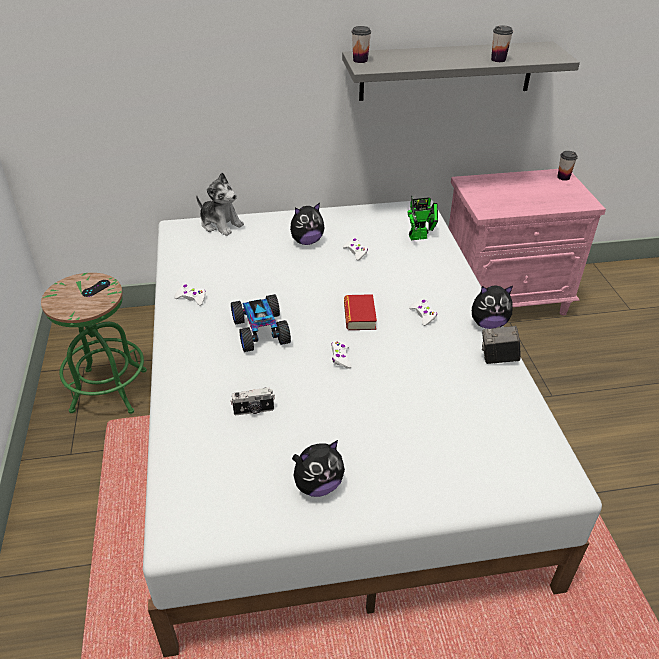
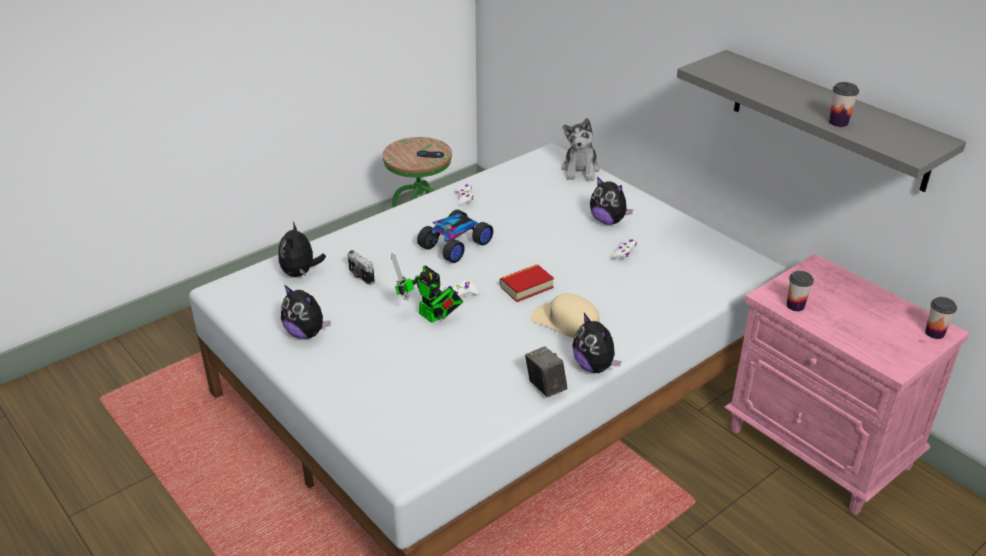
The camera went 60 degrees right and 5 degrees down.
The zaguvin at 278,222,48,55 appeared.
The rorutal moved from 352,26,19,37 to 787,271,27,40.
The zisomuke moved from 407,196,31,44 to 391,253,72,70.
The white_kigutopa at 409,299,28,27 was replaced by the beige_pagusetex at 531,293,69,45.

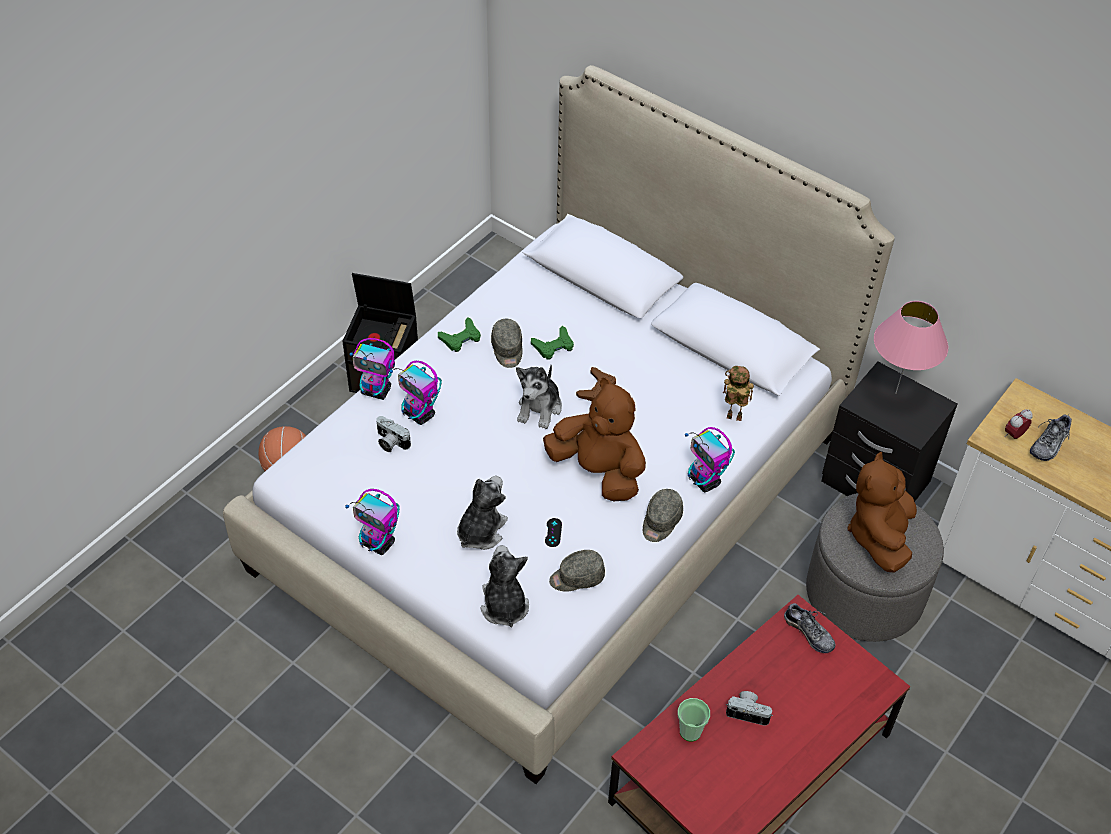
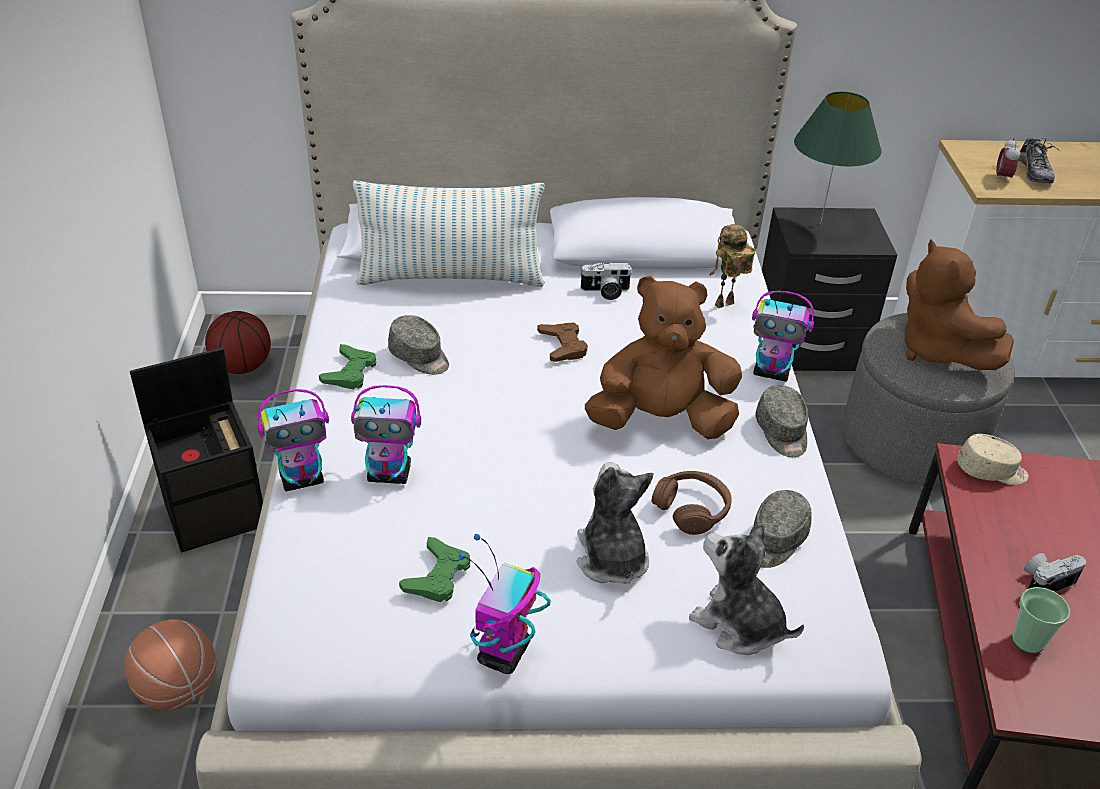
The camera went 40 degrees left and 10 degrees down.
The zaguvin at 516,365,46,64 disappeared.
The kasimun at 205,311,66,63 appeared.
The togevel at 353,181,192,106 appeared.
The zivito moved from 376,416,35,36 to 579,262,53,38.
The green_kigutopa moved from 531,326,43,34 to 399,537,71,65.
The black_kigutopa at 545,518,17,29 was replaced by the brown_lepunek at 651,471,81,64.
The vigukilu at 784,602,51,51 was replaced by the beige_pagusetex at 957,434,72,51.
The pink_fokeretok at 874,301,74,93 became the green_fokeretok at 794,91,87,133.
The zisomuke at 345,489,55,66 turned 120 degrees clockwise.

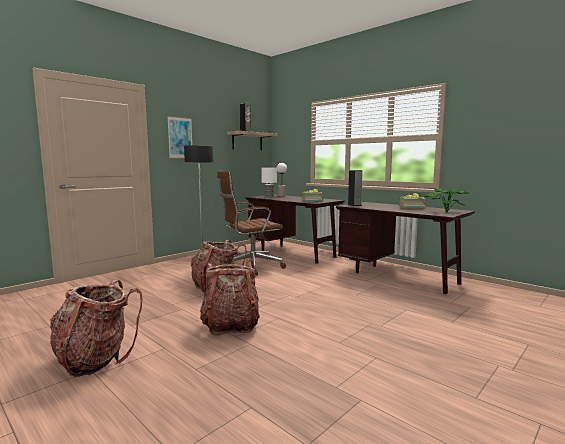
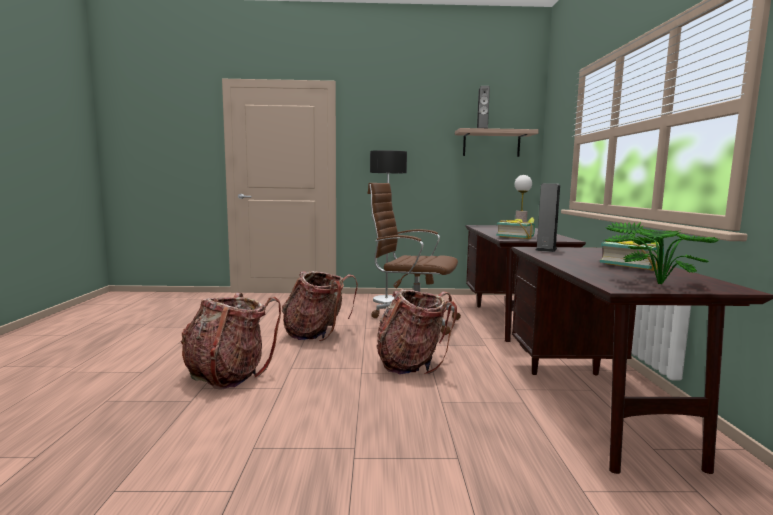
The camera went 45 degrees right and 0 degrees up.
The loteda at 167,116,25,42 disappeared.
The fokeretok at 261,168,16,31 disappeared.
The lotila moved from 50,279,92,98 to 377,289,80,85.

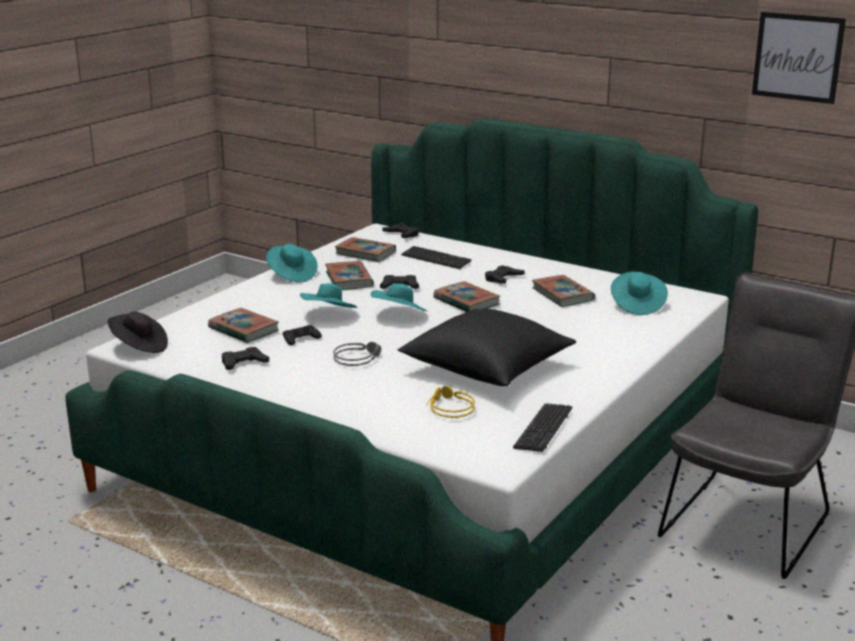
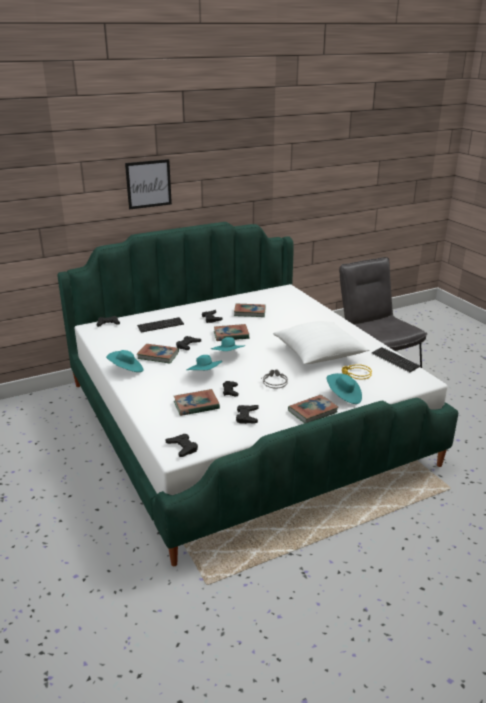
The camera went 60 degrees left and 5 degrees up.
The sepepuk moved from 335,237,61,25 to 288,395,51,28.
The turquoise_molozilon moved from 611,271,57,44 to 327,373,35,31.
The loteda moved from 752,12,94,92 to 125,159,47,51.
The black_molozilon at 108,311,60,42 was replaced by the black_kigutopa at 165,434,33,23.
The black_togevel at 398,309,178,77 became the white_togevel at 273,321,96,43.

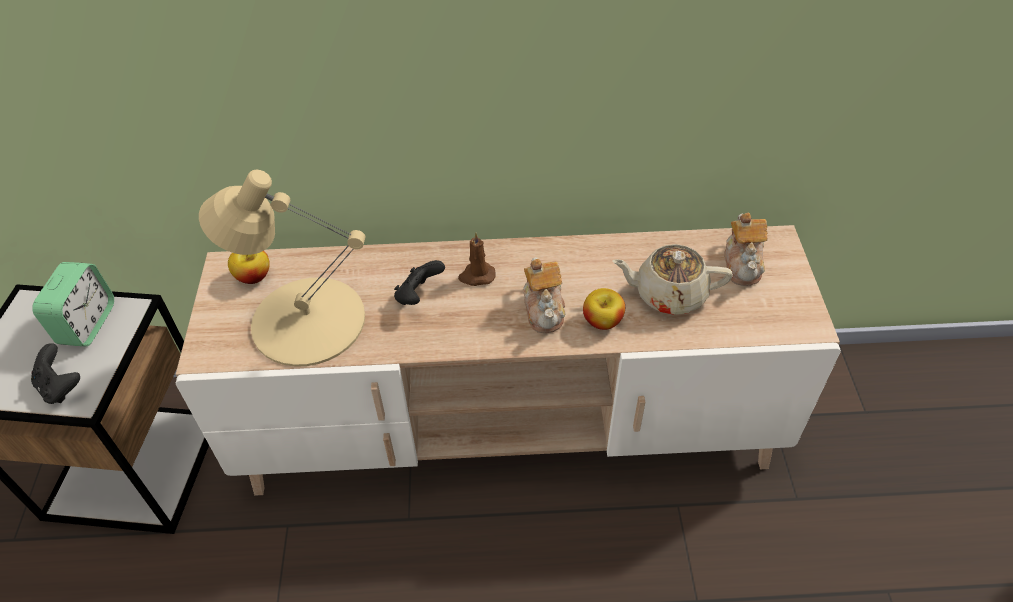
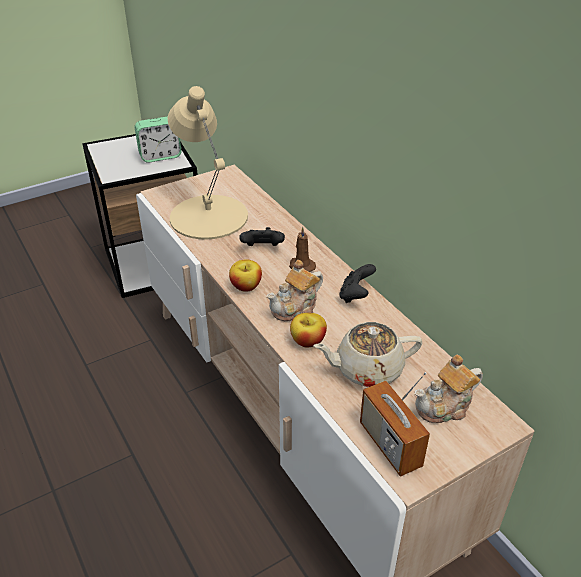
The camera went 60 degrees right and 10 degrees down.
The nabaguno at 360,372,70,104 appeared.
The black_kigutopa moved from 31,343,49,61 to 339,264,37,39.
The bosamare moved from 228,251,42,33 to 229,259,33,33.
The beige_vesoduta at 612,244,121,71 turned 75 degrees counterclockwise.

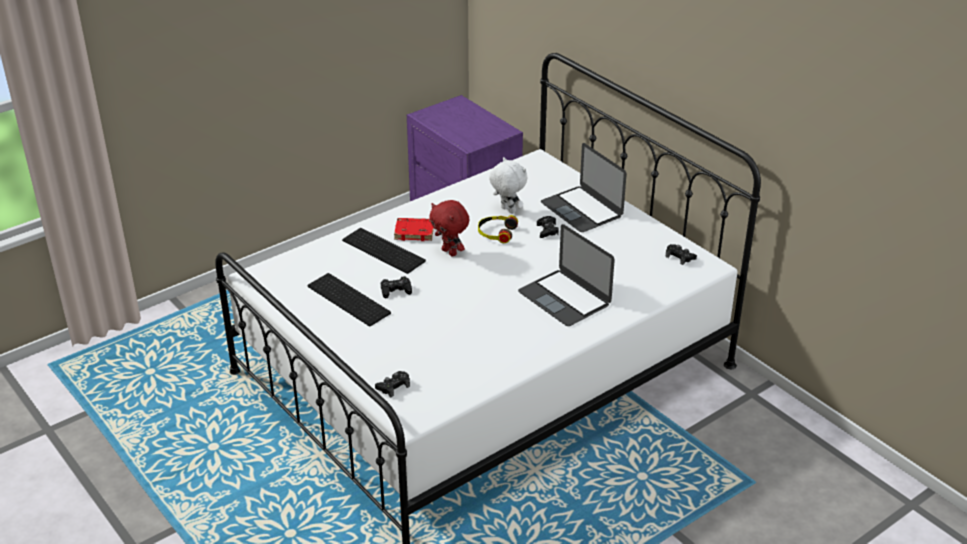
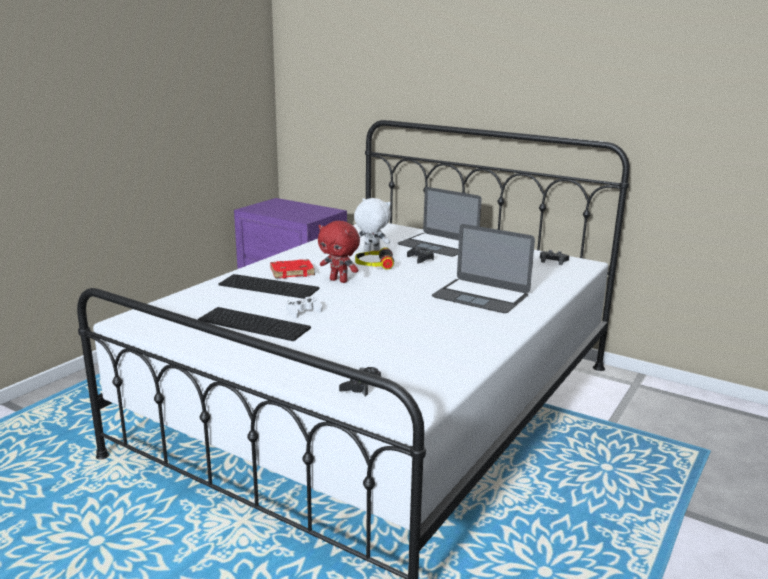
The camera went 20 degrees left and 15 degrees down.
The black_kigutopa at 381,276,31,23 became the white_kigutopa at 286,296,36,22.

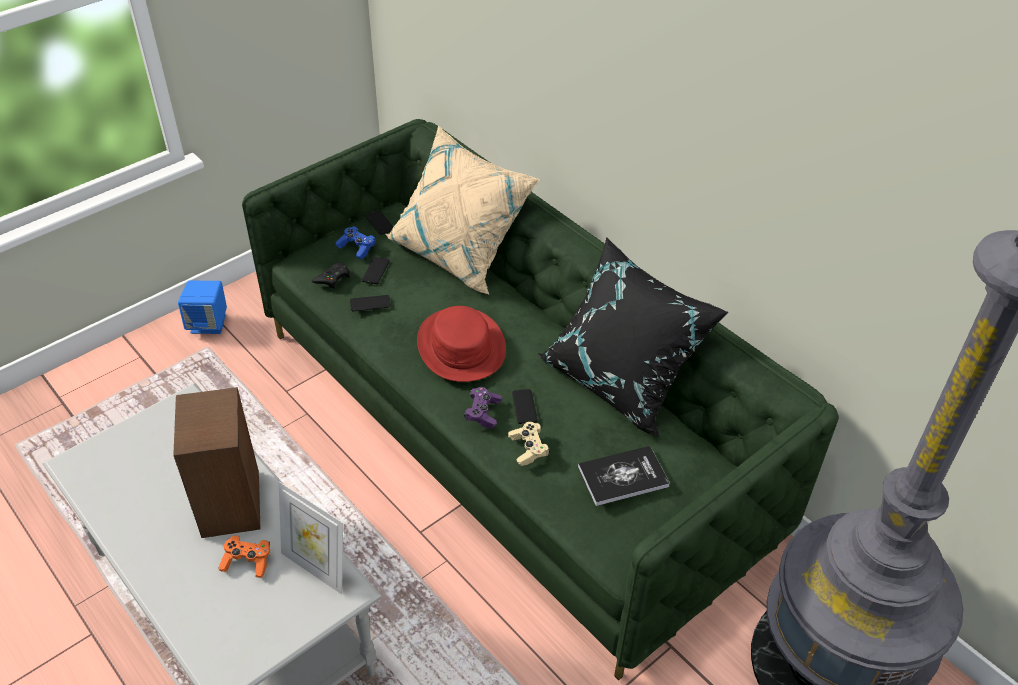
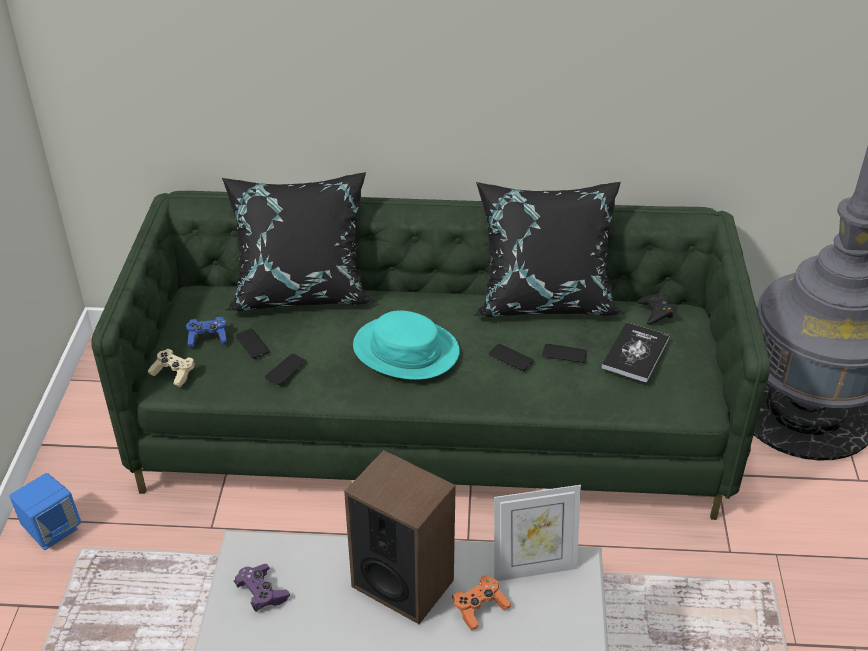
The camera went 45 degrees left and 5 degrees down.
The black_kigutopa moved from 312,262,38,27 to 637,293,37,31.
The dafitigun moved from 365,210,28,25 to 542,344,45,19.
The purple_kigutopa moved from 464,387,38,41 to 234,564,56,48.
The beige_kigutopa moved from 508,422,42,44 to 148,349,47,38.
The beige_togevel at 386,126,154,169 became the black_togevel at 222,172,153,139.
The red_molozilon at 417,306,89,76 became the turquoise_molozilon at 353,311,107,69.

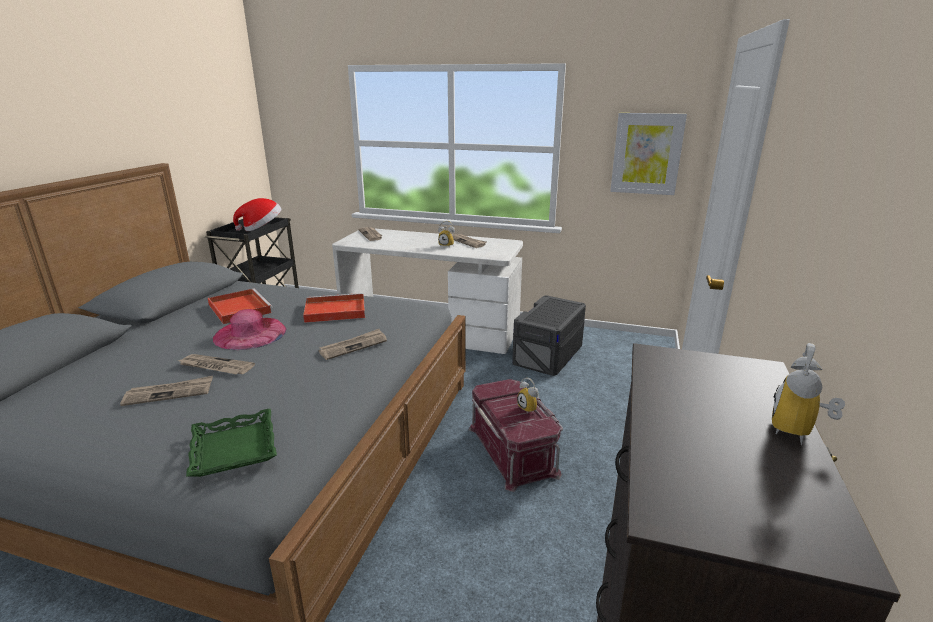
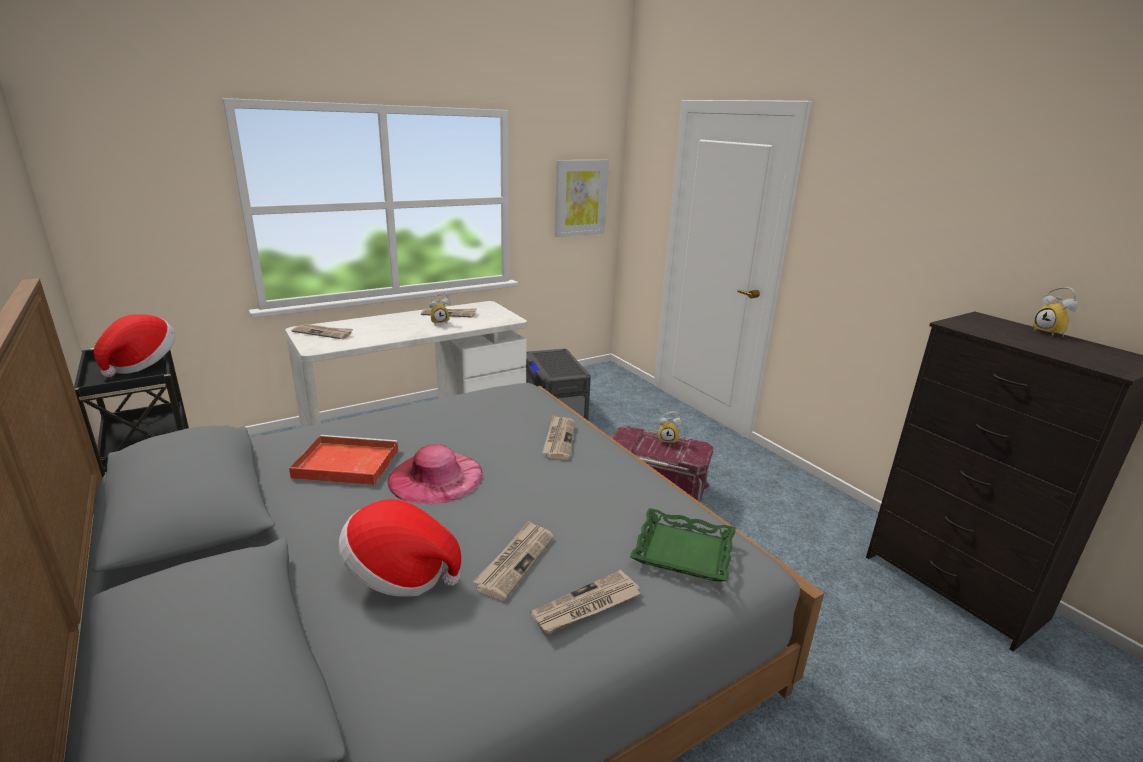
The camera went 50 degrees left and 0 degrees up.
The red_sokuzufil at 303,293,62,30 disappeared.
The molozilon at 339,499,122,98 appeared.
The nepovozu moved from 179,354,76,20 to 530,570,111,64.

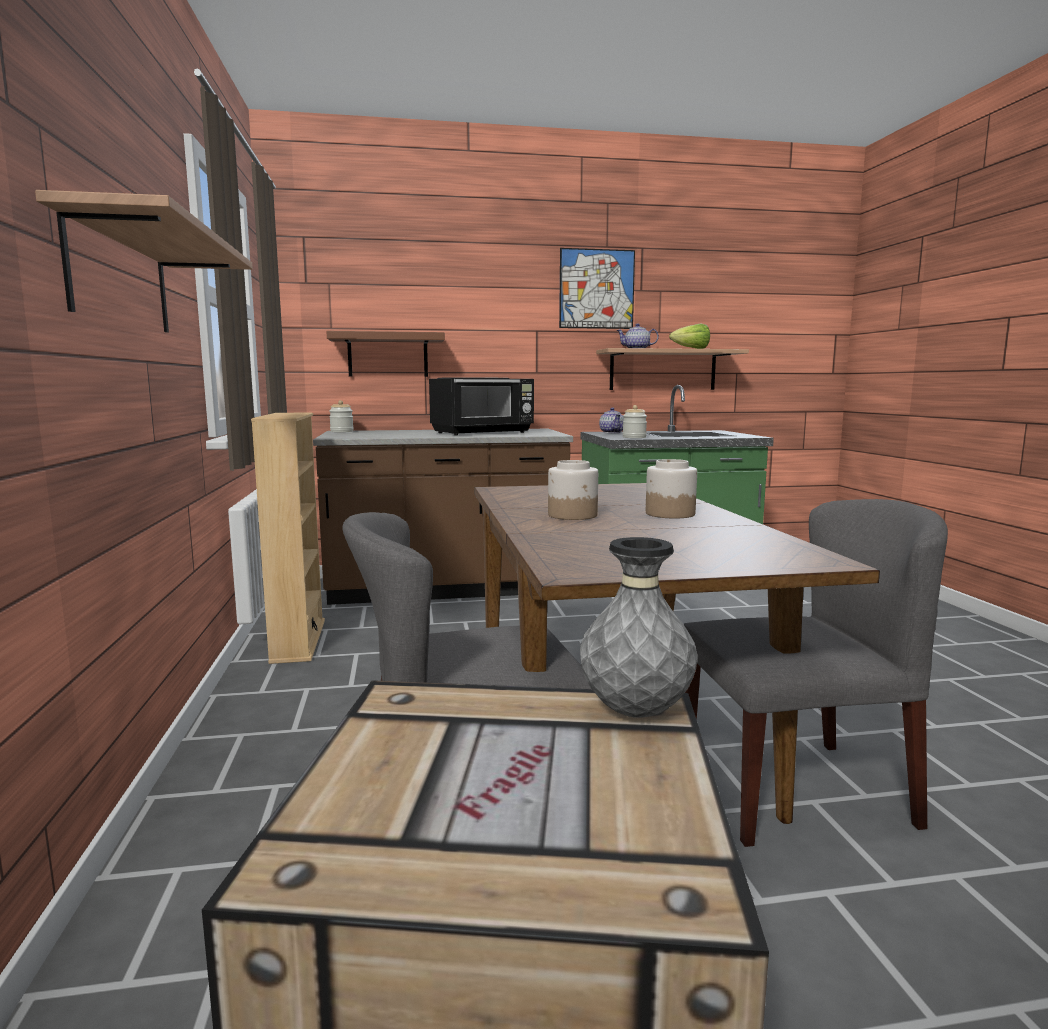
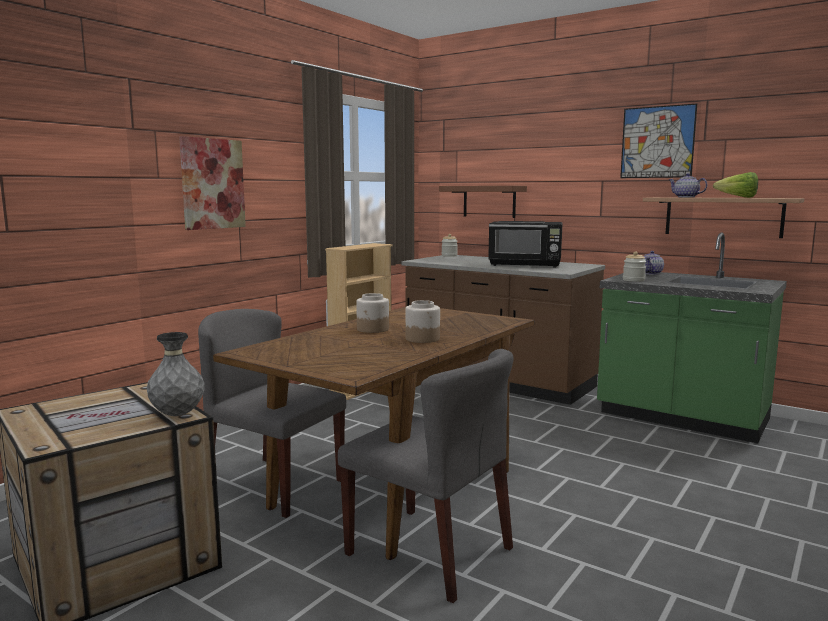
The camera went 45 degrees right and 0 degrees up.
The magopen at 35,190,218,142 was replaced by the loteda at 179,136,67,94.

